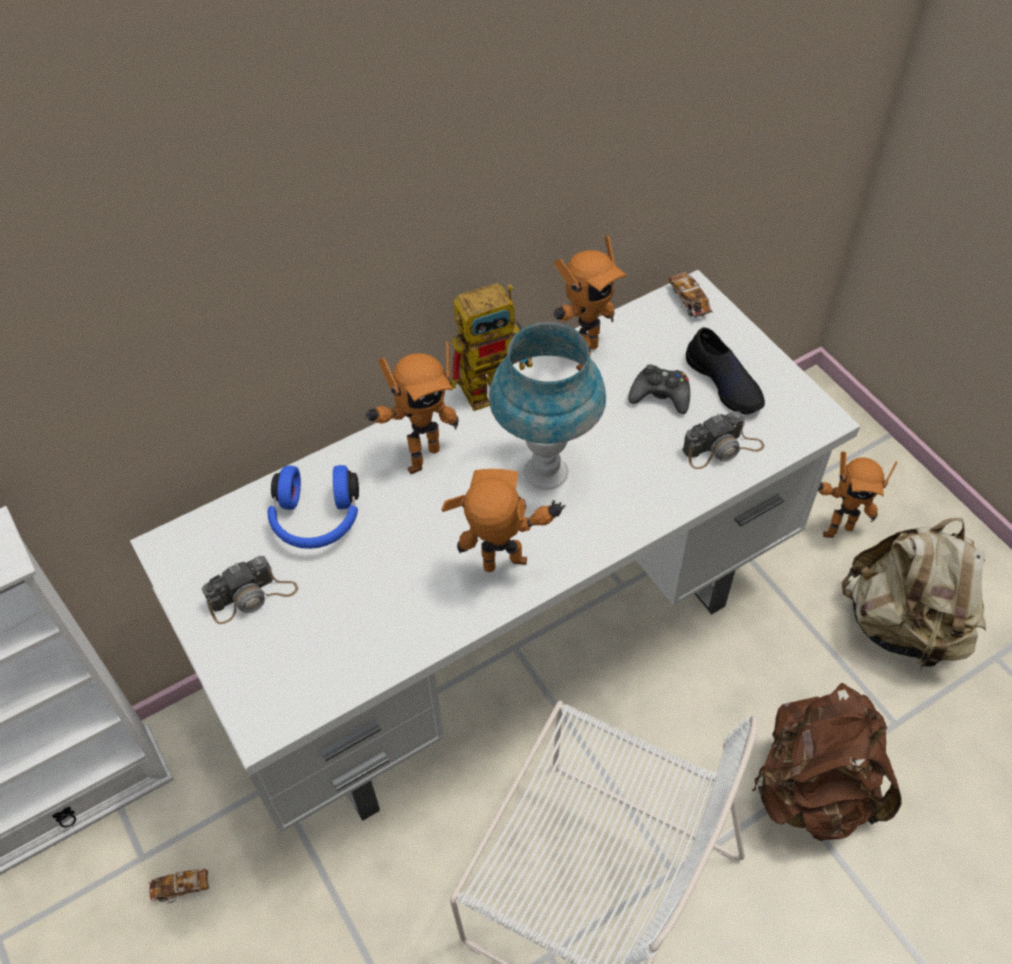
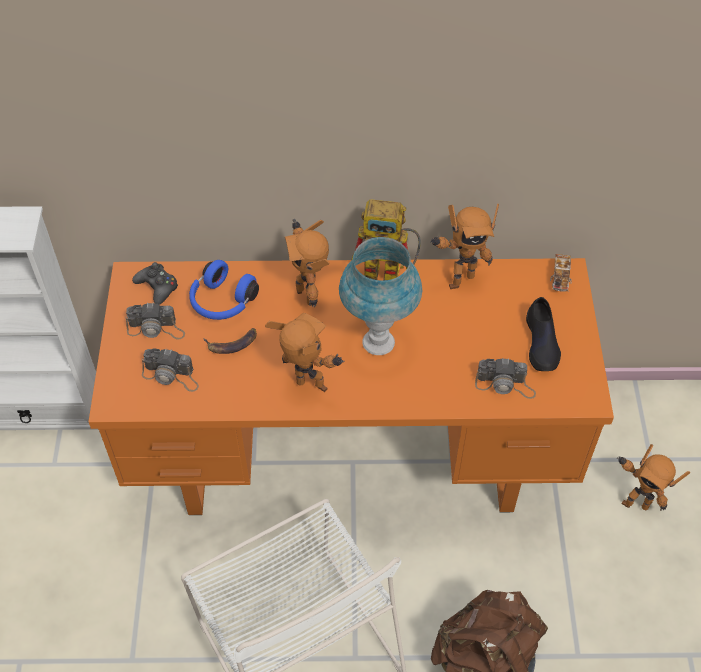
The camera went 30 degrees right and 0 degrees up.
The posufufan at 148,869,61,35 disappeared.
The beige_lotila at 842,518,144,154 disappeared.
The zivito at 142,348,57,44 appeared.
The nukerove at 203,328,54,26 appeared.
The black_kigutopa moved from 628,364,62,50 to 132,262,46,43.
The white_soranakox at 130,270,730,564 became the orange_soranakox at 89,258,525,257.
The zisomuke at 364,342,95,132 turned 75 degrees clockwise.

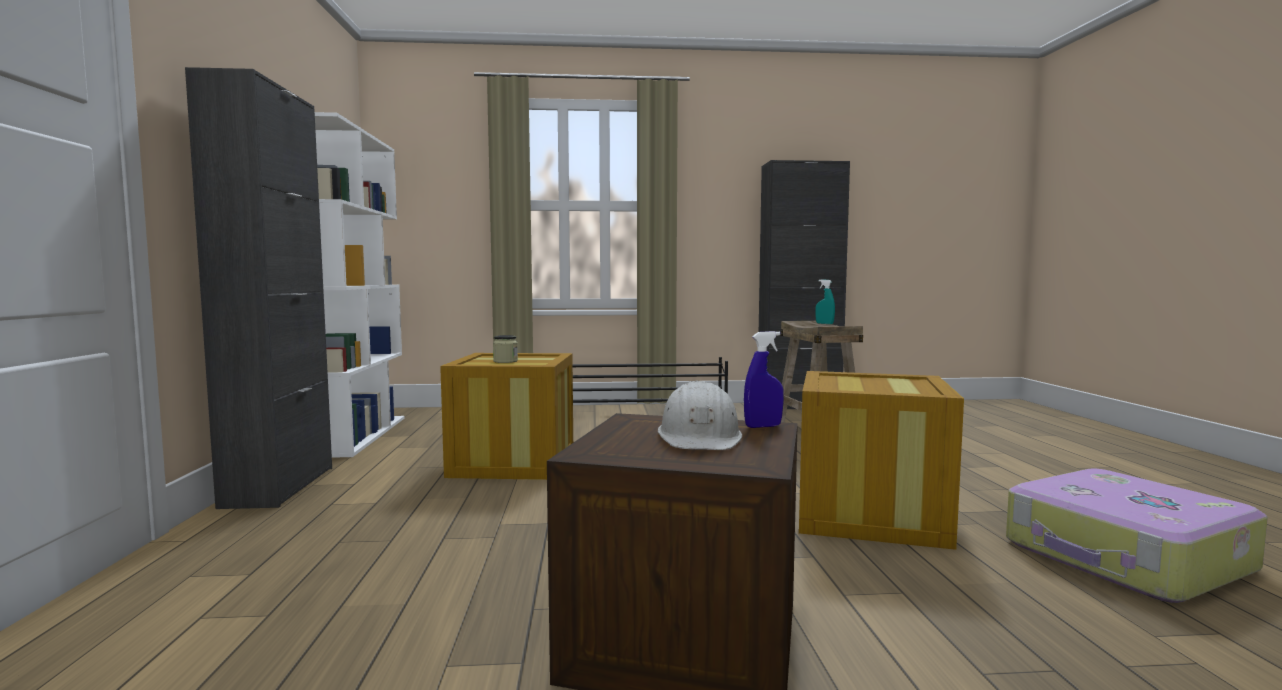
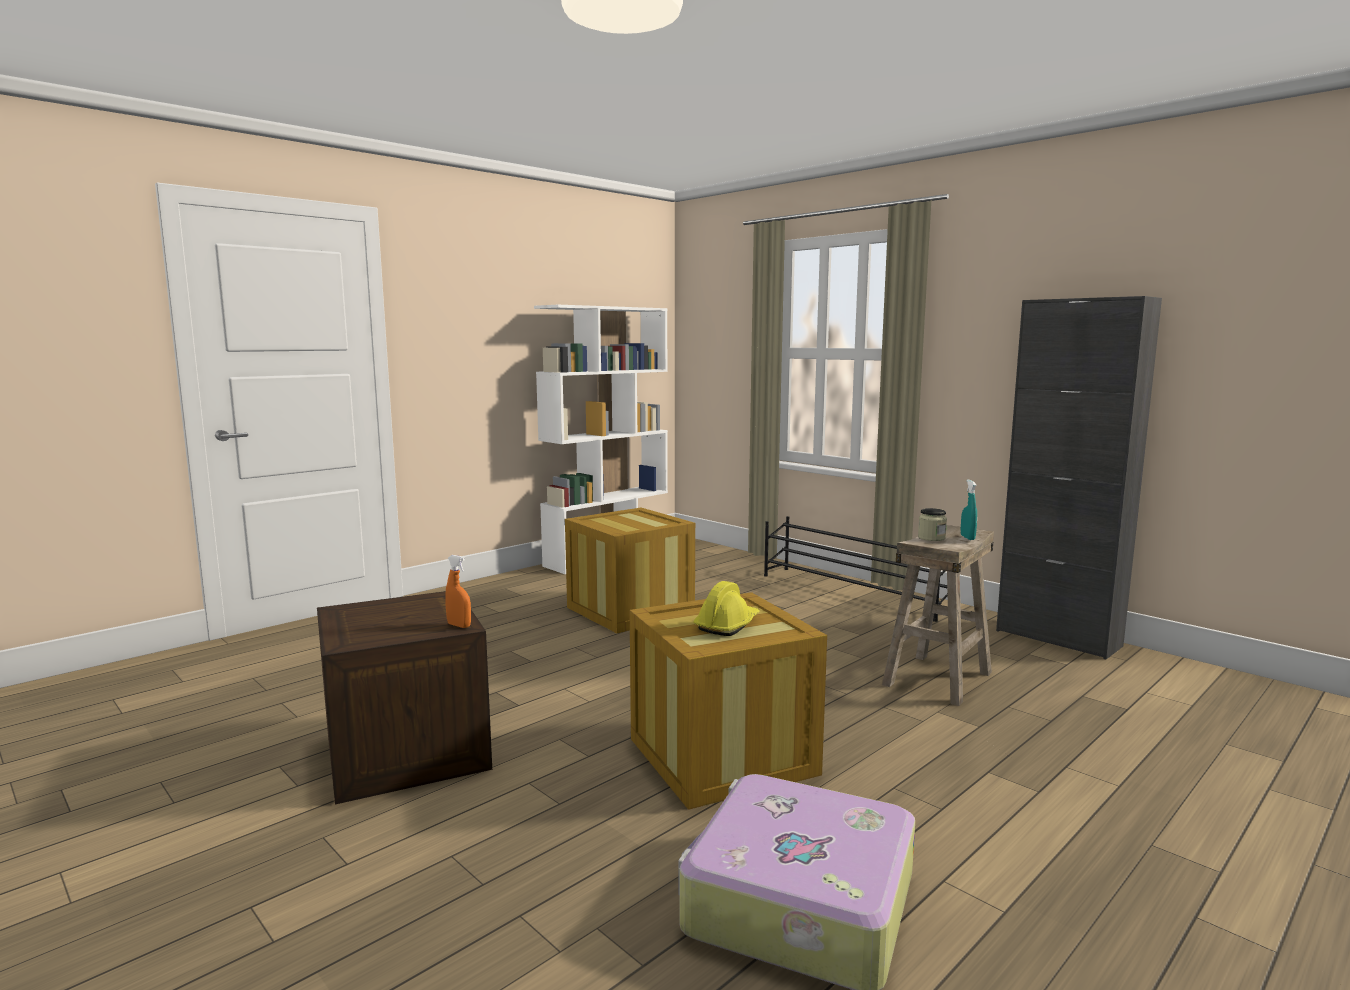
The camera went 50 degrees right and 5 degrees up.
The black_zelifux at 185,67,147,442 disappeared.
The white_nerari at 658,381,84,69 disappeared.
The yellow_nerari at 694,581,66,55 appeared.
The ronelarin moved from 493,335,25,28 to 918,508,29,33.
The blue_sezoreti at 744,331,40,97 became the orange_sezoreti at 445,555,26,73.

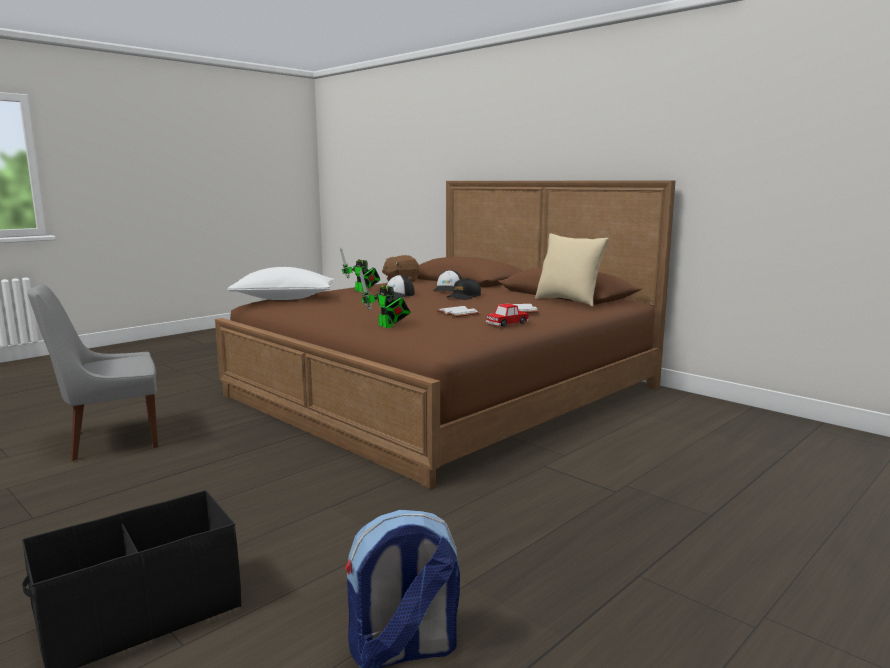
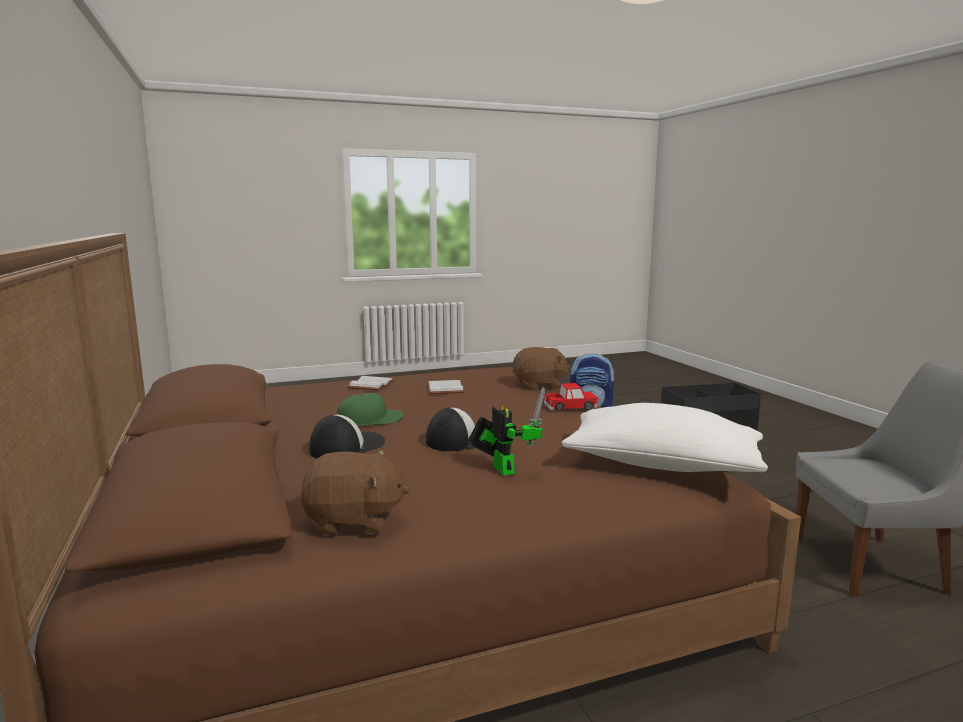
The camera went 155 degrees left and 0 degrees up.
The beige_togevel at 535,233,74,74 disappeared.
The posufufan moved from 486,303,44,24 to 544,383,54,29.
The zisomuke at 359,270,52,58 was replaced by the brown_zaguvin at 512,347,58,43.
The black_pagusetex at 447,278,34,22 became the green_pagusetex at 337,393,67,33.

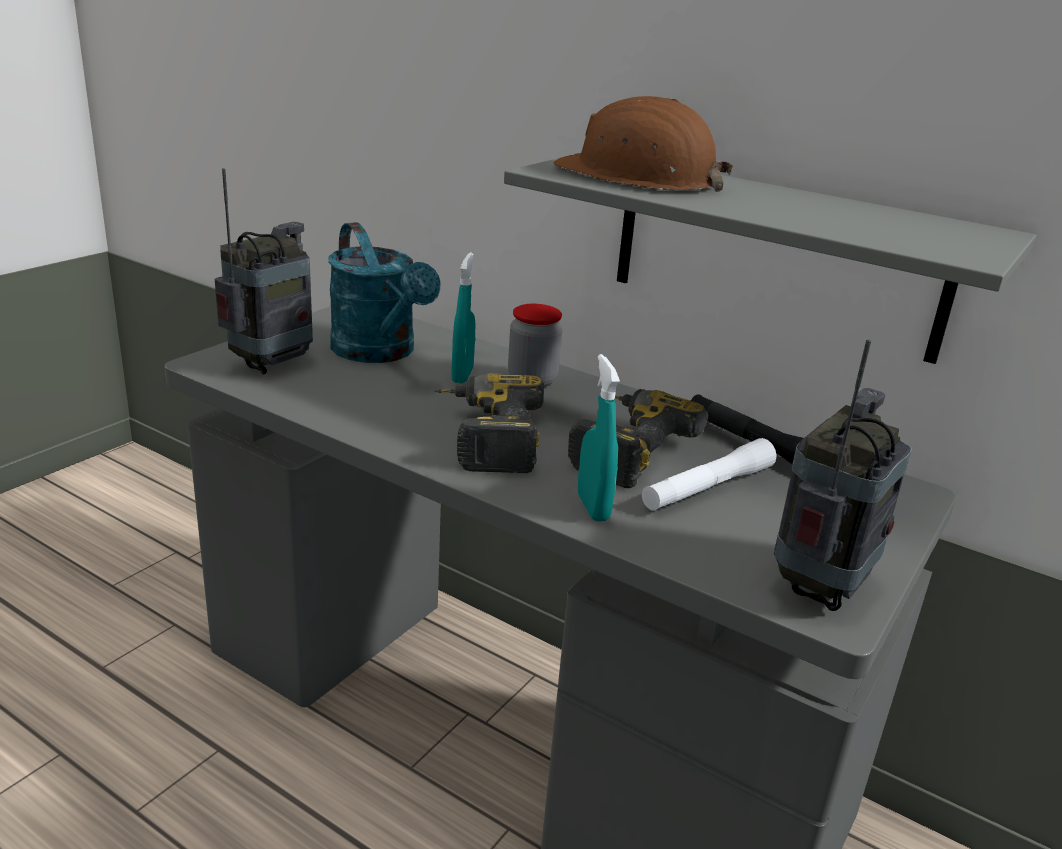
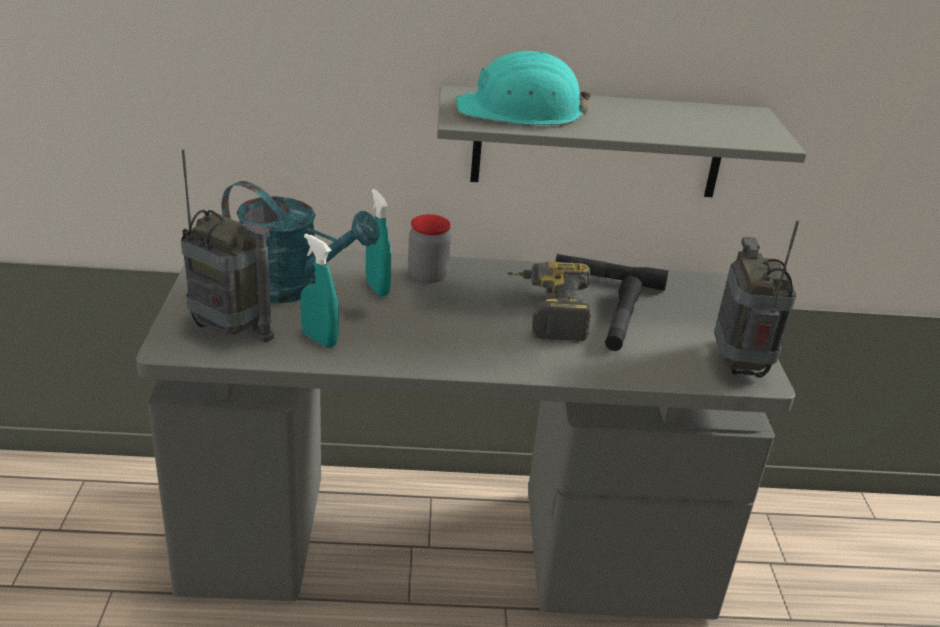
The camera went 35 degrees left and 5 degrees up.
The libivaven at 434,373,110,100 disappeared.
The turquoise_sezoreti moved from 578,354,42,168 to 300,233,39,115.
The brown_nerari at 553,96,180,96 became the turquoise_nerari at 456,51,135,74.
The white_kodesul at 642,438,135,72 became the black_kodesul at 605,276,37,75.
The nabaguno at 215,168,98,207 turned 120 degrees clockwise.

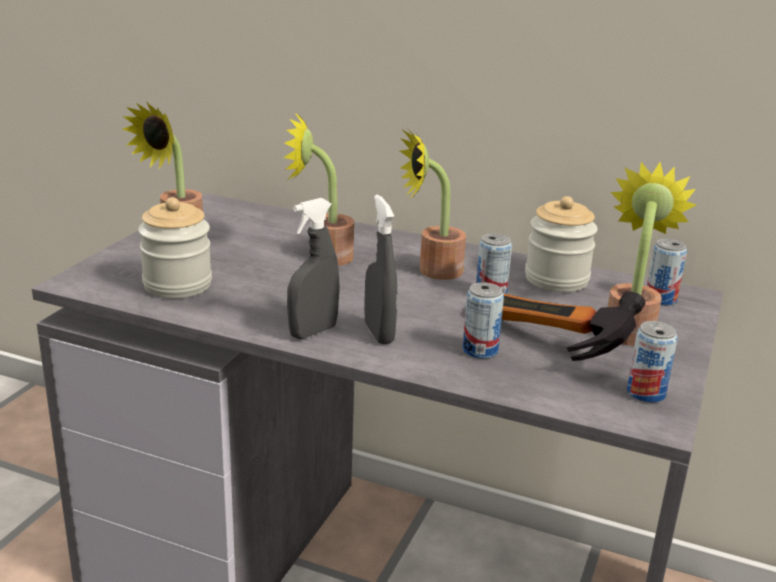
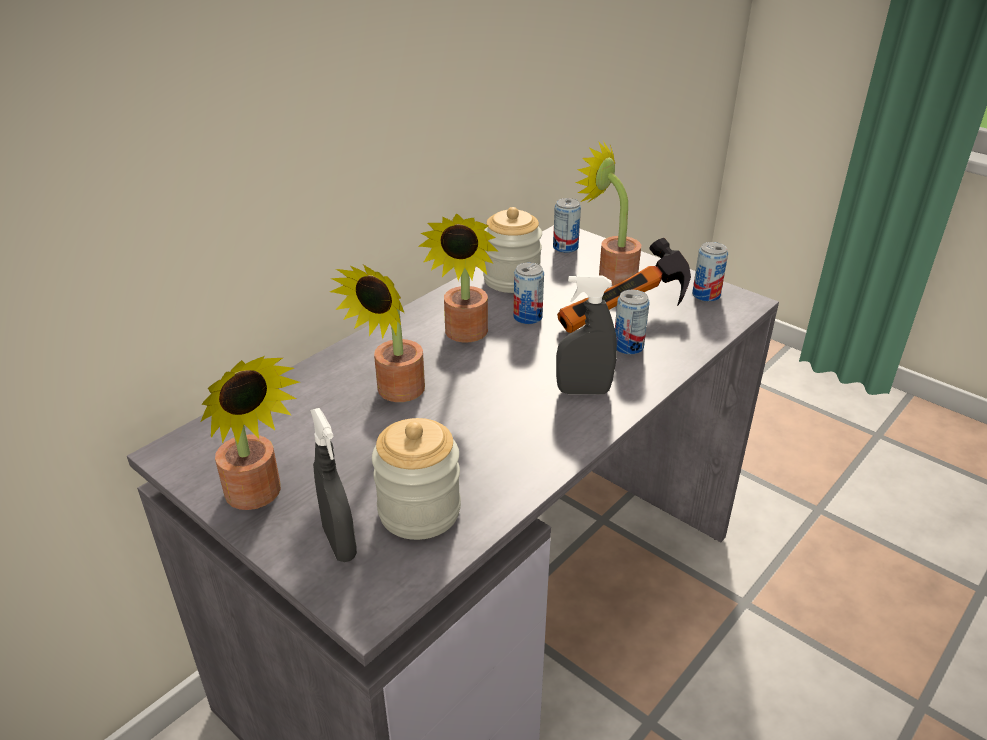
The camera went 70 degrees left and 10 degrees up.
The grey_sezoreti moved from 287,198,53,141 to 310,408,47,154.

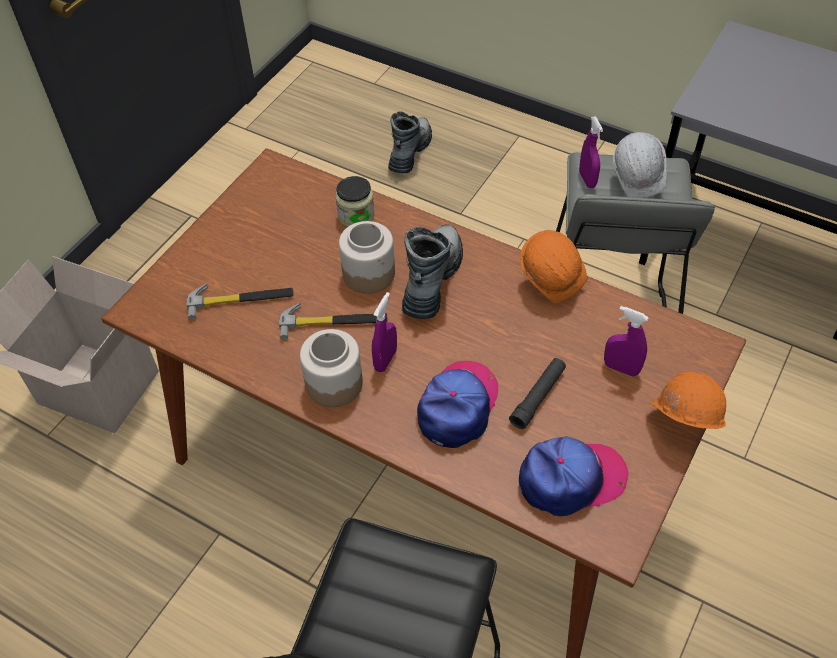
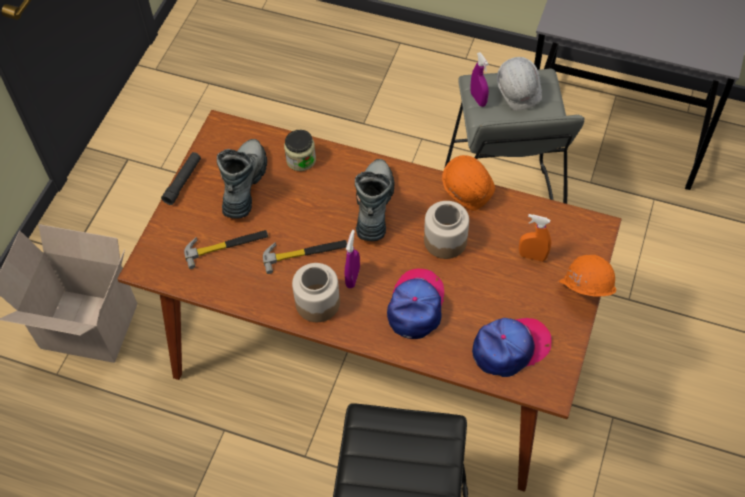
The camera went 10 degrees left and 5 degrees up.
The ronelarin moved from 339,221,56,73 to 424,201,45,58.
The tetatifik moved from 388,111,44,62 to 217,139,50,80.
The black_kodesul moved from 509,358,57,71 to 161,152,40,53.
The purple_sezoreti at 604,306,45,71 became the orange_sezoreti at 519,214,32,48.

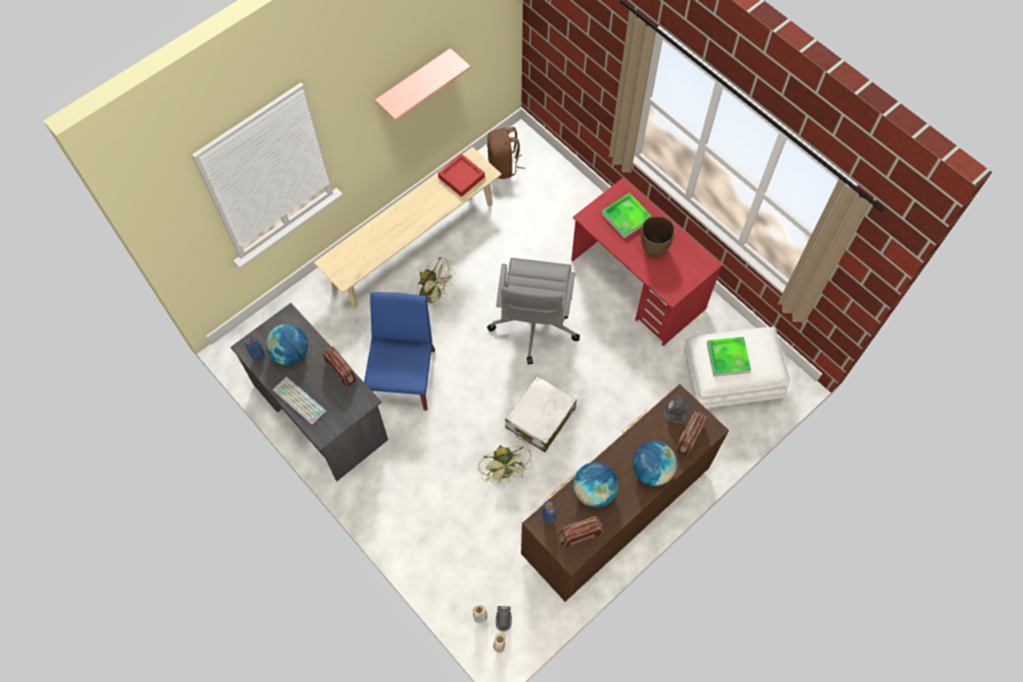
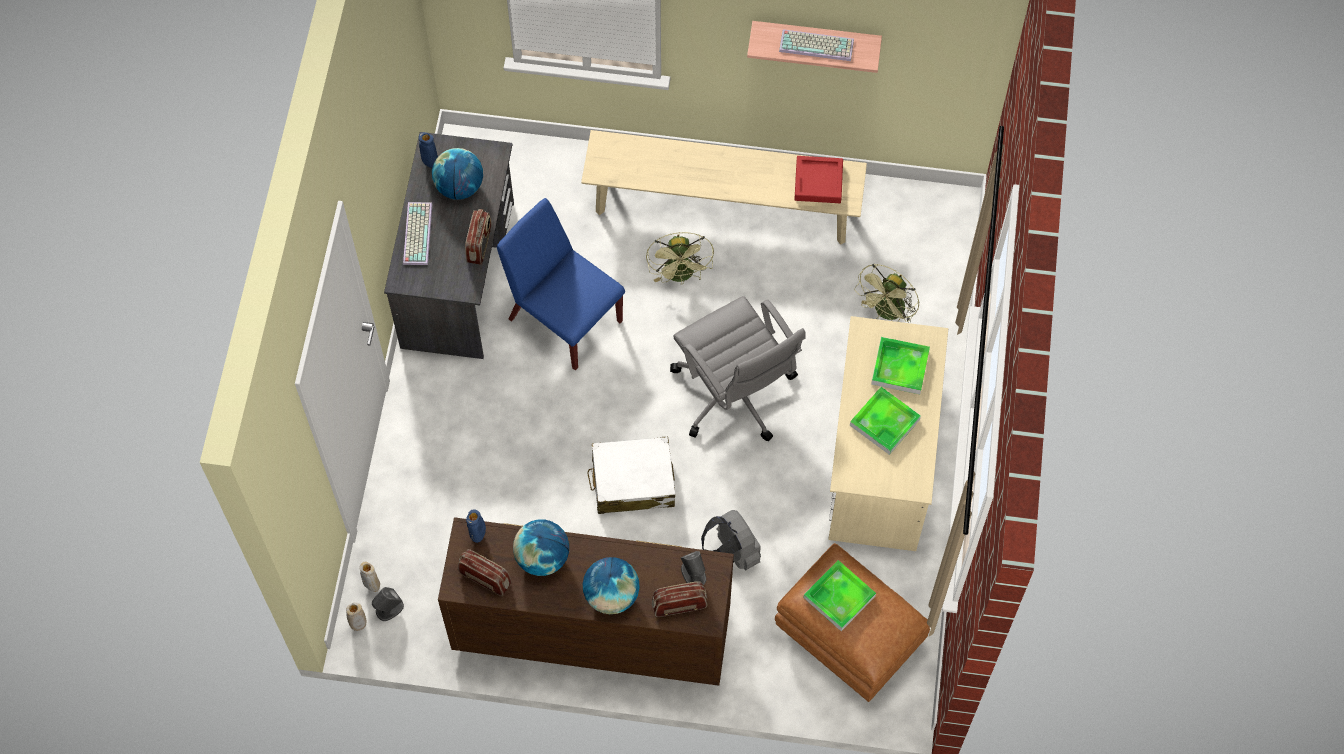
The camera went 50 degrees right and 0 degrees up.
The brown_lotila at 487,127,38,52 disappeared.
The grey_lotila at 701,510,60,60 appeared.
The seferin at 779,29,75,32 appeared.
The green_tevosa moved from 478,445,54,40 to 854,264,65,59.
The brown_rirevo at 641,216,34,42 was replaced by the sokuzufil at 850,387,71,68.
The red_soranakox at 571,178,152,168 became the beige_soranakox at 828,316,120,235.
The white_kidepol at 684,326,106,82 became the brown_kidepol at 775,543,155,159.
The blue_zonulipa at 364,292,71,119 turned 105 degrees counterclockwise.
The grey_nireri at 487,258,93,107 turned 90 degrees counterclockwise.

